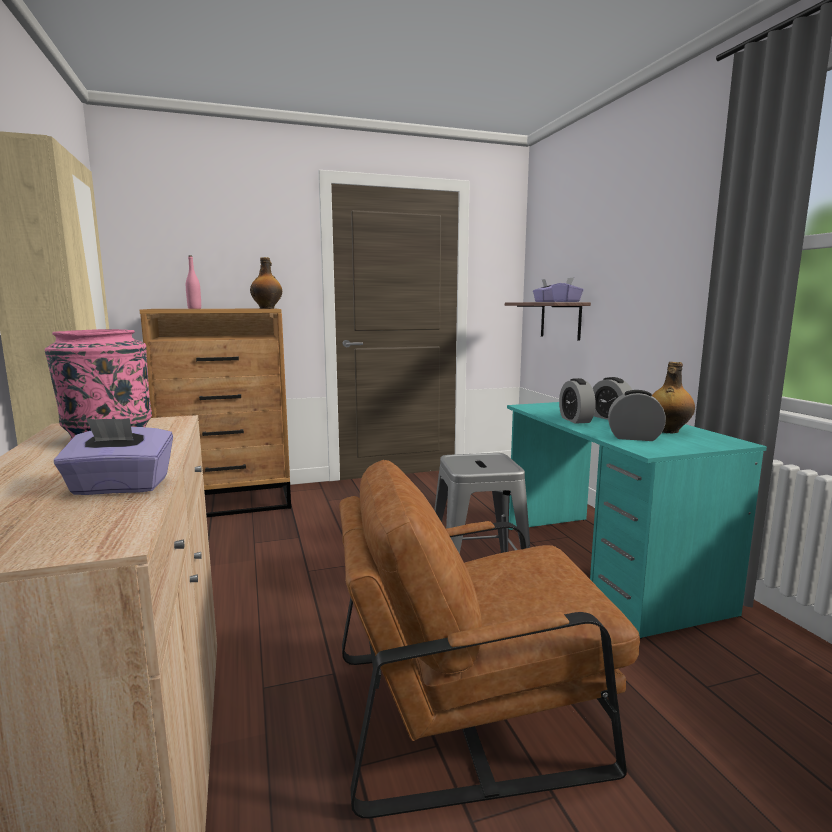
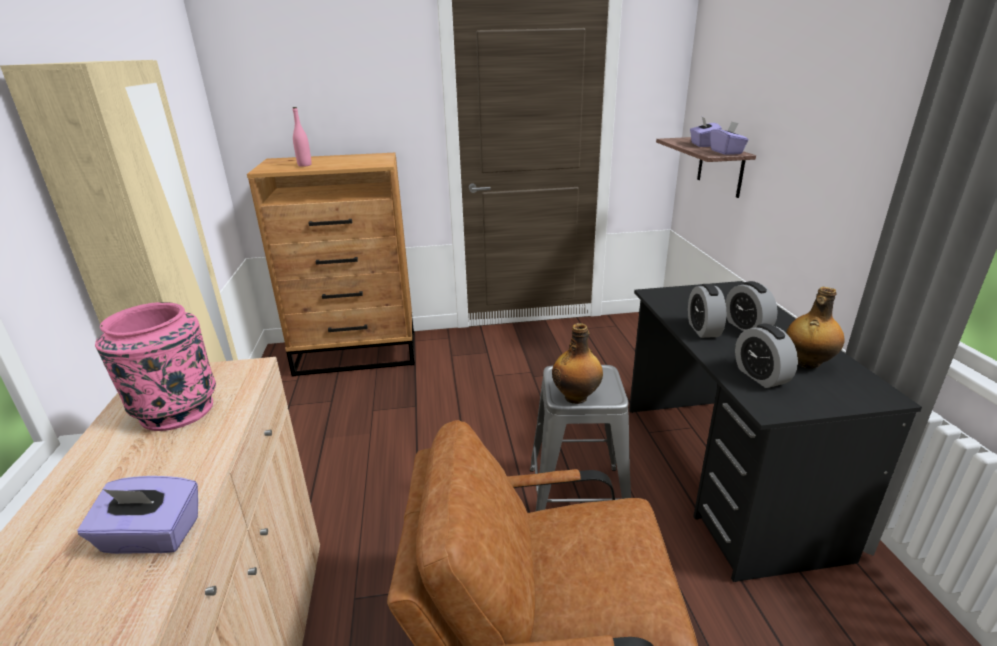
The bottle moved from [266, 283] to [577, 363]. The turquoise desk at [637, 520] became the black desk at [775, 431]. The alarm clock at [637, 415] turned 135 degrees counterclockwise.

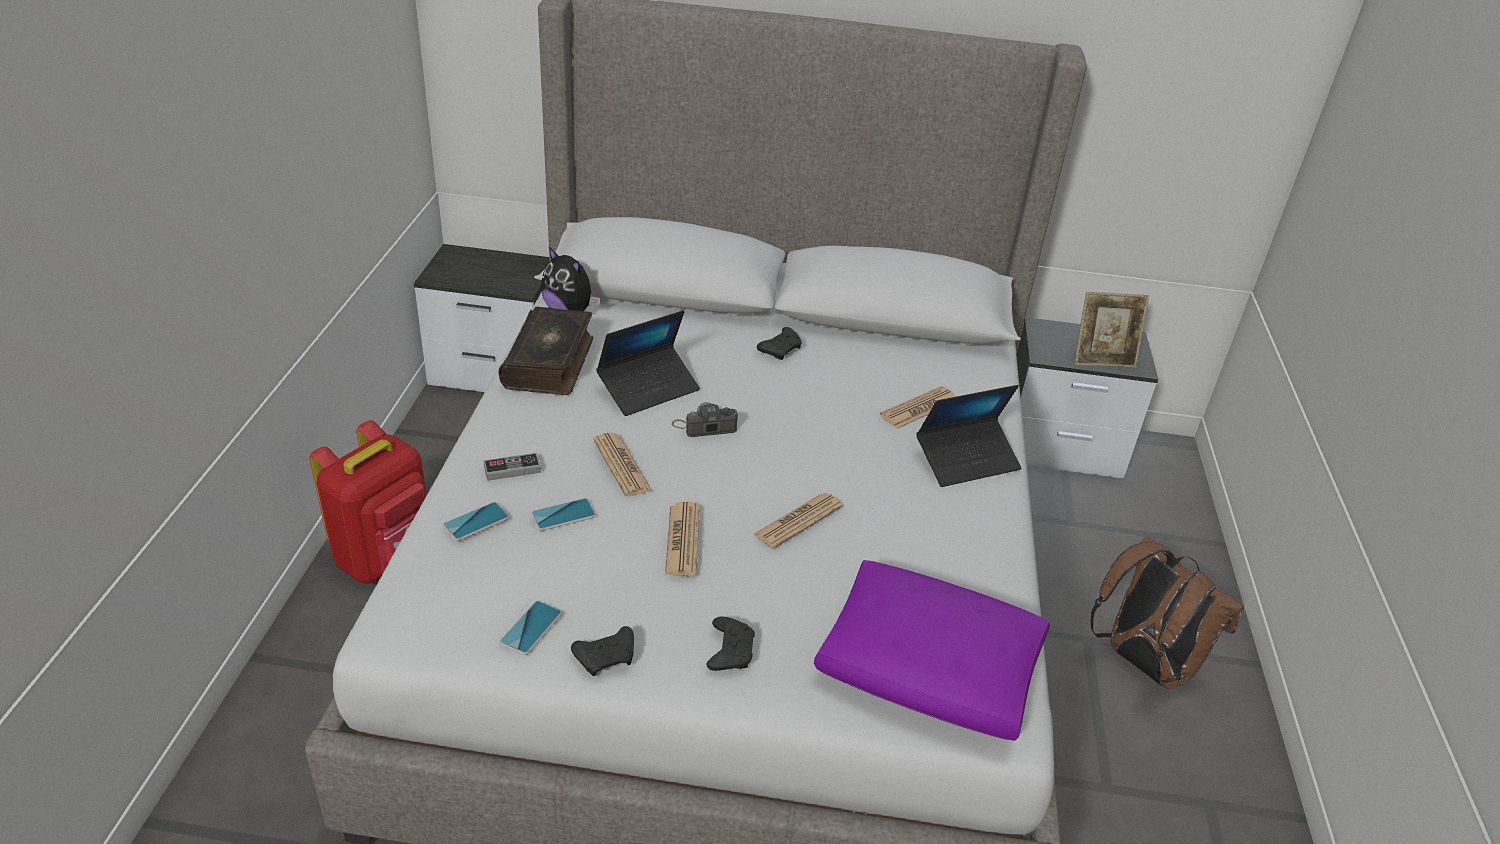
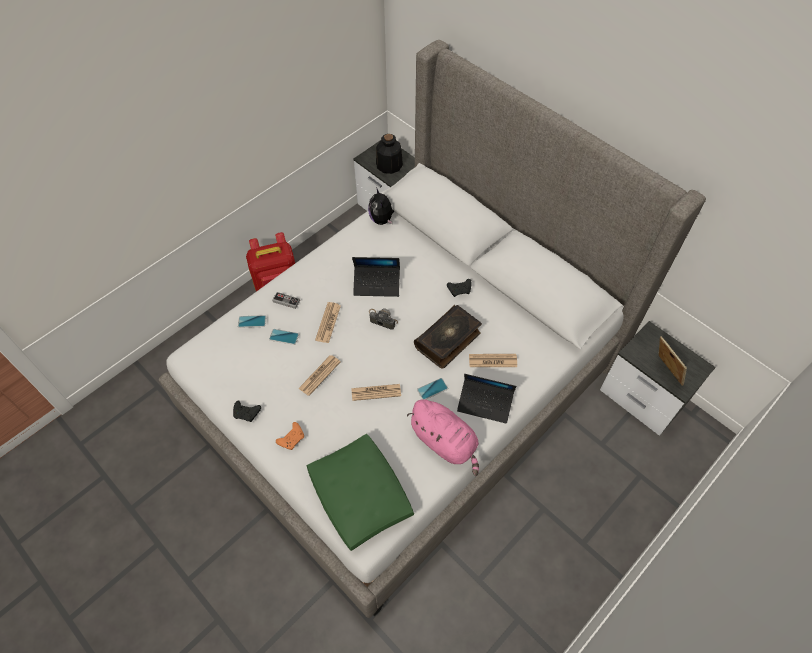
The brown backpack at [1167, 612] disappeared. The bottle at [389, 154] appeared. The pink plush toy at [443, 437] appeared. The book moved from [546, 351] to [448, 337]. The phone moved from [531, 628] to [432, 389]. The black game controller at [731, 644] became the orange game controller at [290, 436]. The purple pillow at [932, 650] became the green pillow at [360, 492]. The picture frame at [1111, 330] turned 150 degrees counterclockwise.

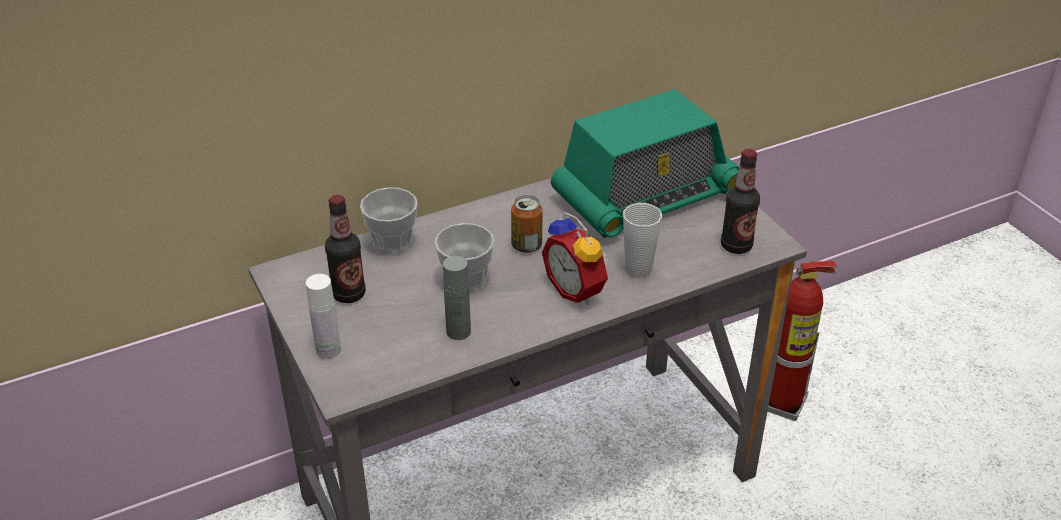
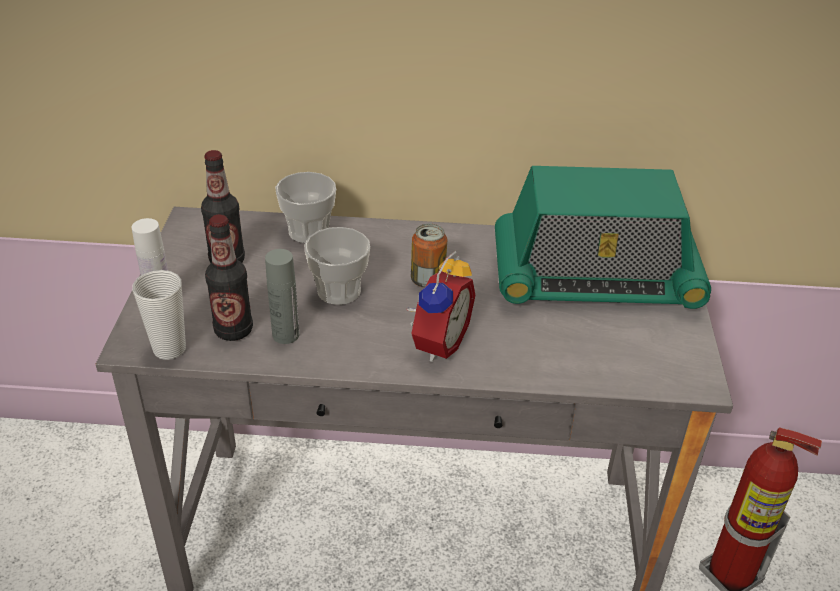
The cup moved from [642, 240] to [159, 315]. The bottle moved from [740, 201] to [229, 278]. The alarm clock at [575, 258] turned 150 degrees counterclockwise.

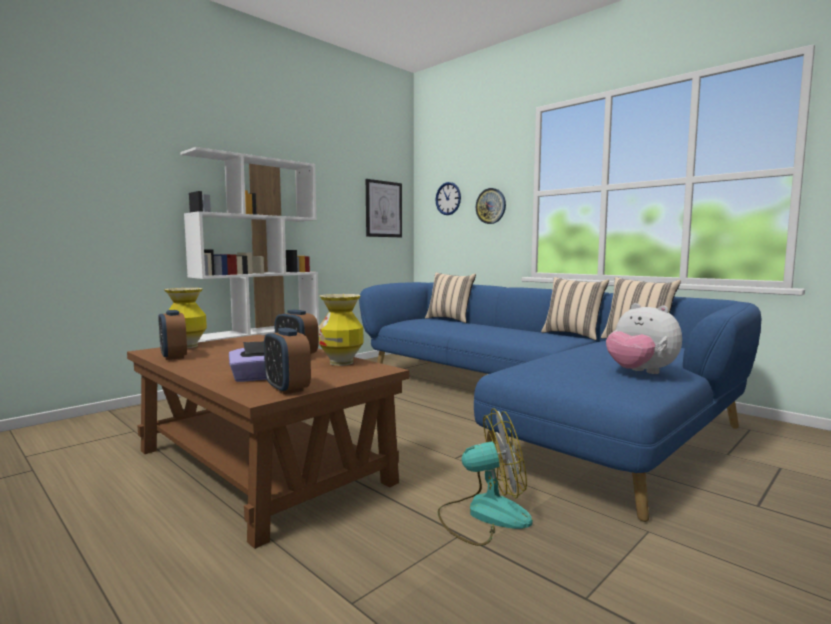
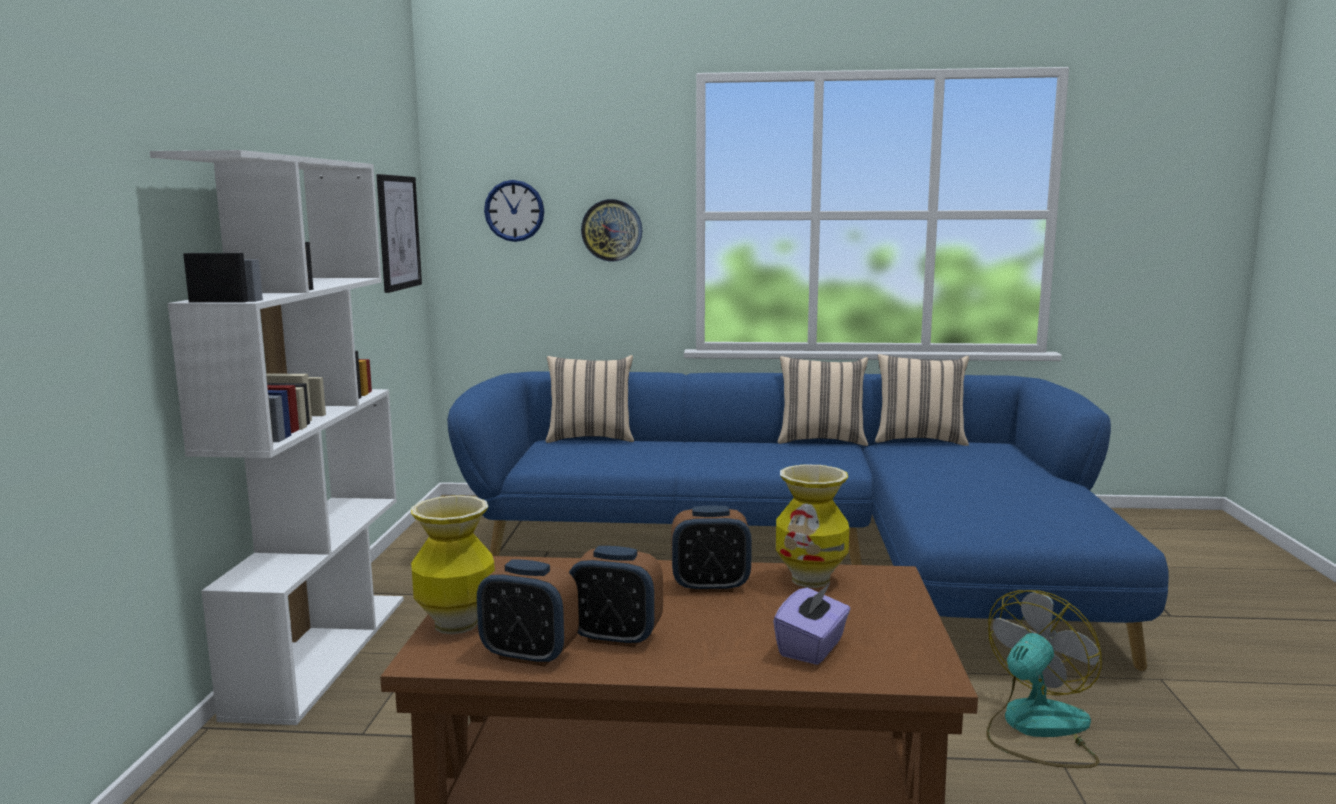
The plush toy at [644, 338] disappeared. The alarm clock moved from [287, 361] to [616, 596].

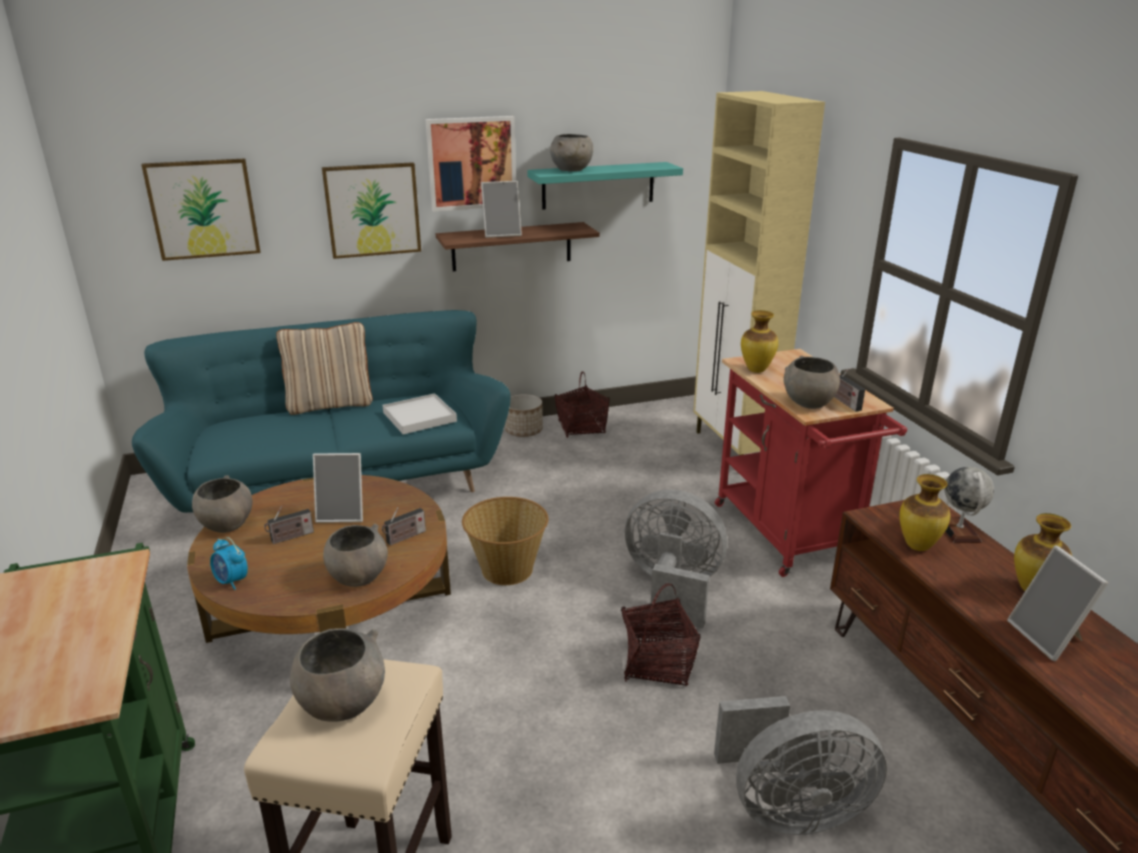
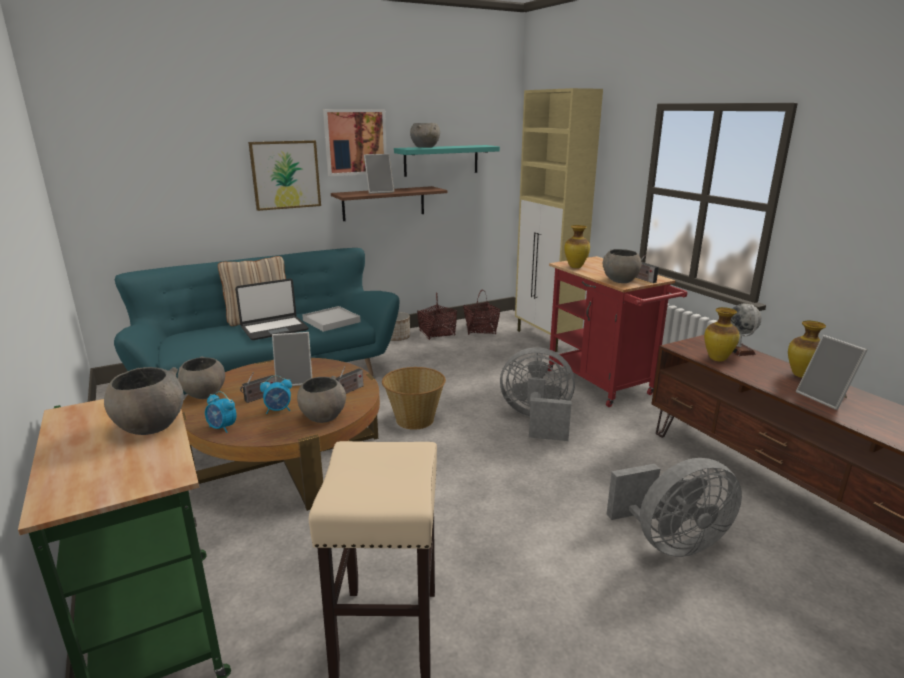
The picture at [201, 209] disappeared. The laptop at [272, 309] appeared. The alarm clock at [276, 394] appeared. The grey bowl moved from [337, 675] to [144, 401]. The basket moved from [661, 634] to [481, 312].

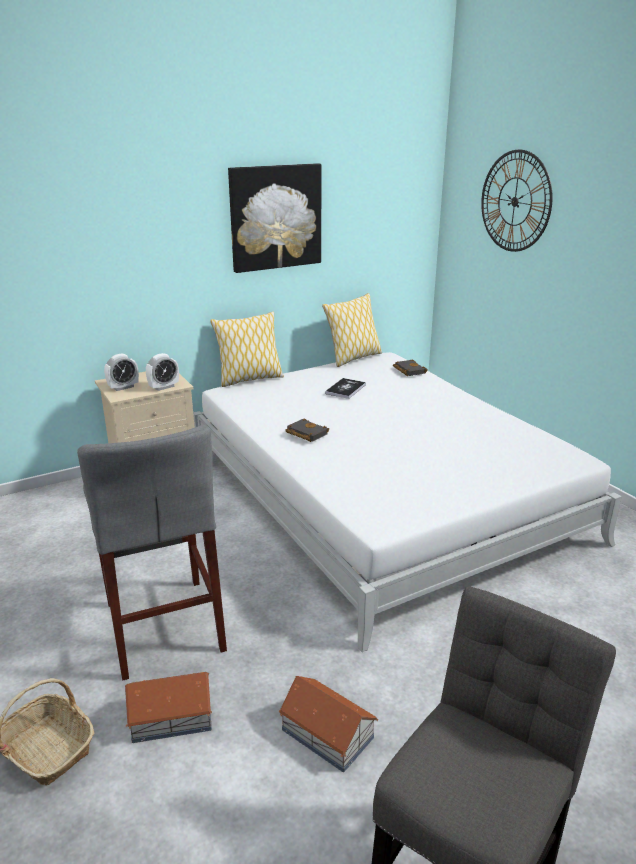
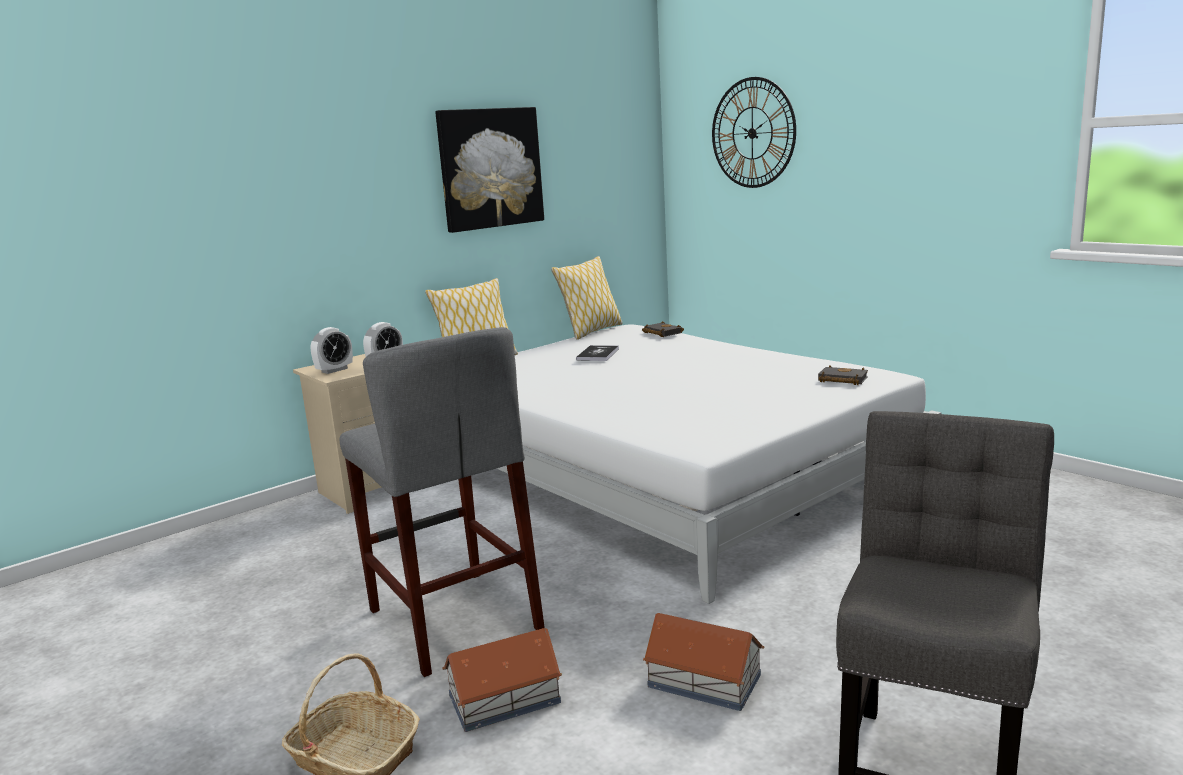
The black book moved from [307, 430] to [843, 375].

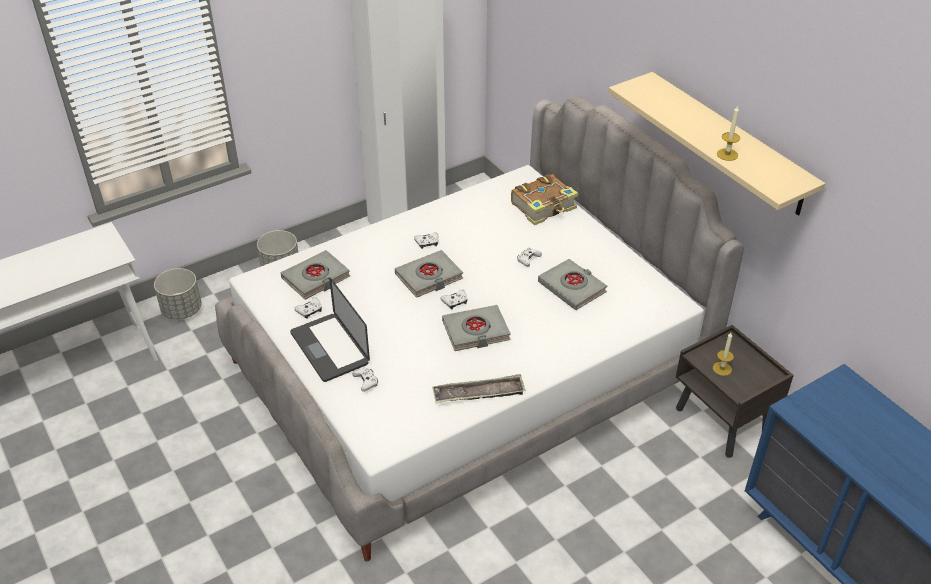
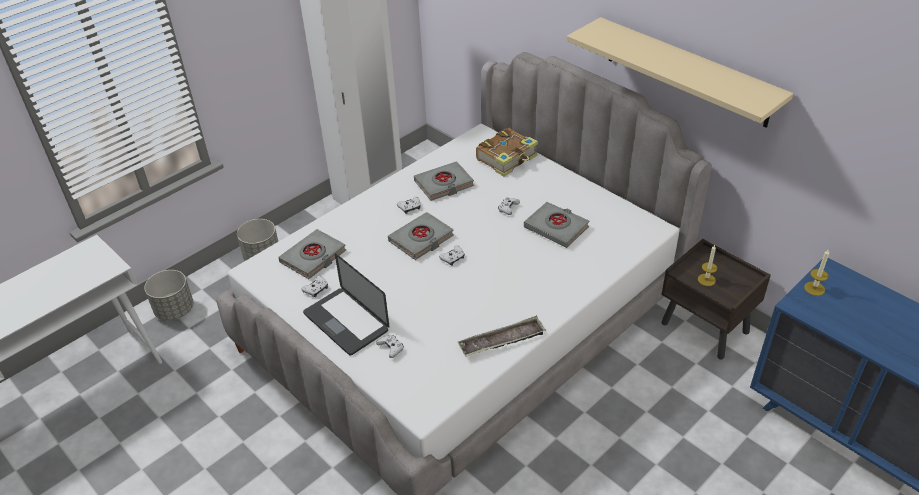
The grey book moved from [476, 328] to [444, 181]. The candle moved from [728, 133] to [816, 273].

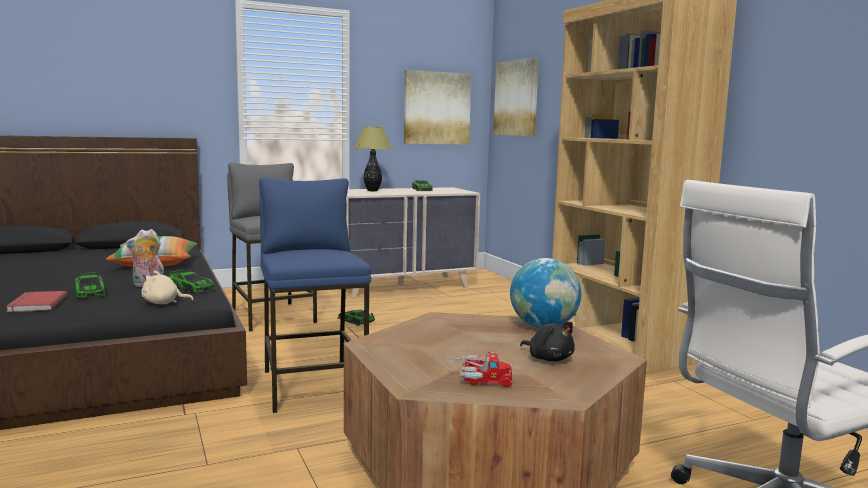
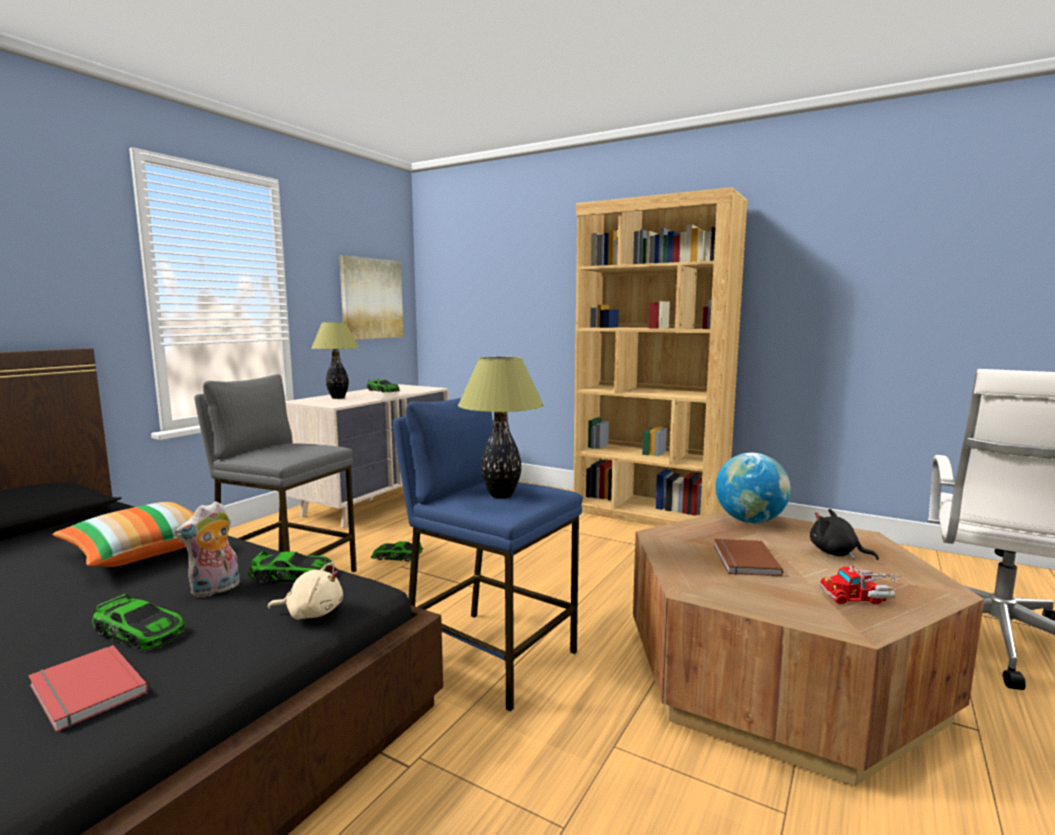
The picture at [516, 96] disappeared. The table lamp at [500, 427] appeared. The brown book at [748, 557] appeared. The beige plush toy at [168, 287] turned 135 degrees counterclockwise. The toy truck at [480, 369] turned 150 degrees counterclockwise. The black plush toy at [547, 341] turned 150 degrees counterclockwise.

